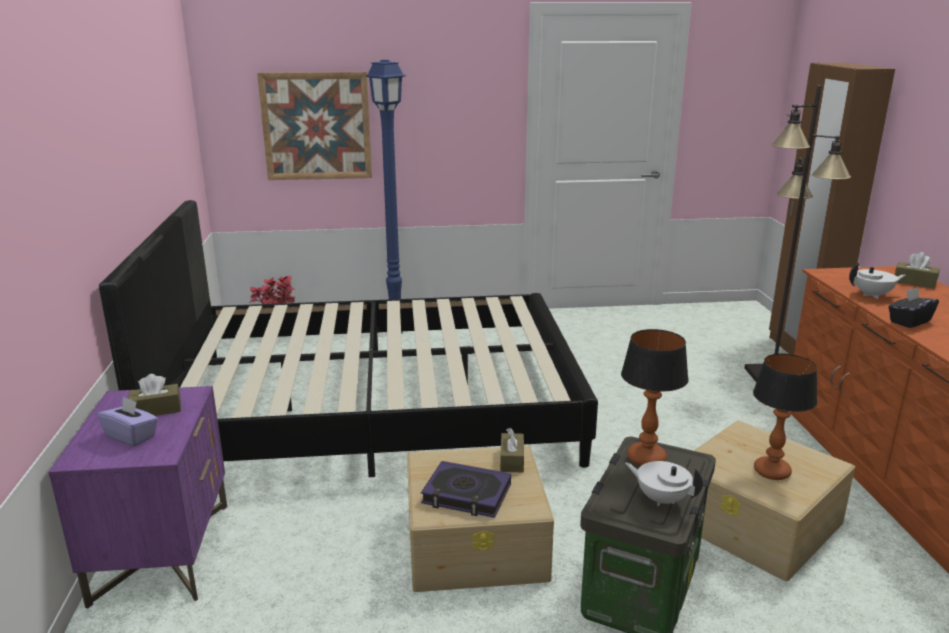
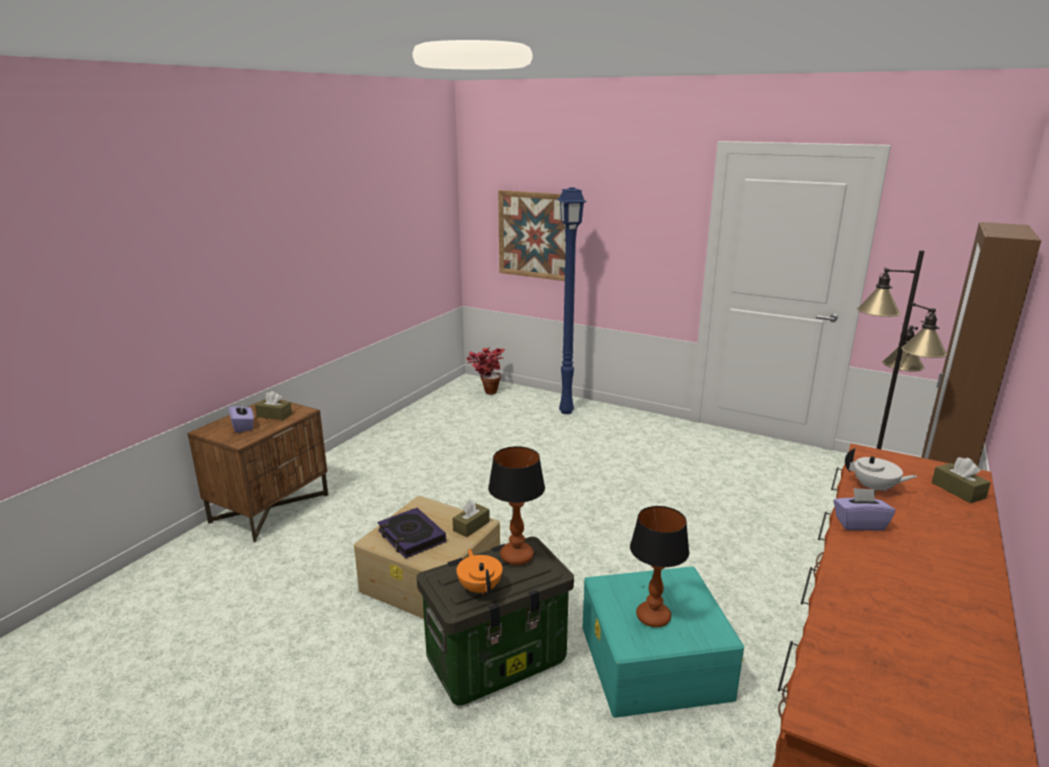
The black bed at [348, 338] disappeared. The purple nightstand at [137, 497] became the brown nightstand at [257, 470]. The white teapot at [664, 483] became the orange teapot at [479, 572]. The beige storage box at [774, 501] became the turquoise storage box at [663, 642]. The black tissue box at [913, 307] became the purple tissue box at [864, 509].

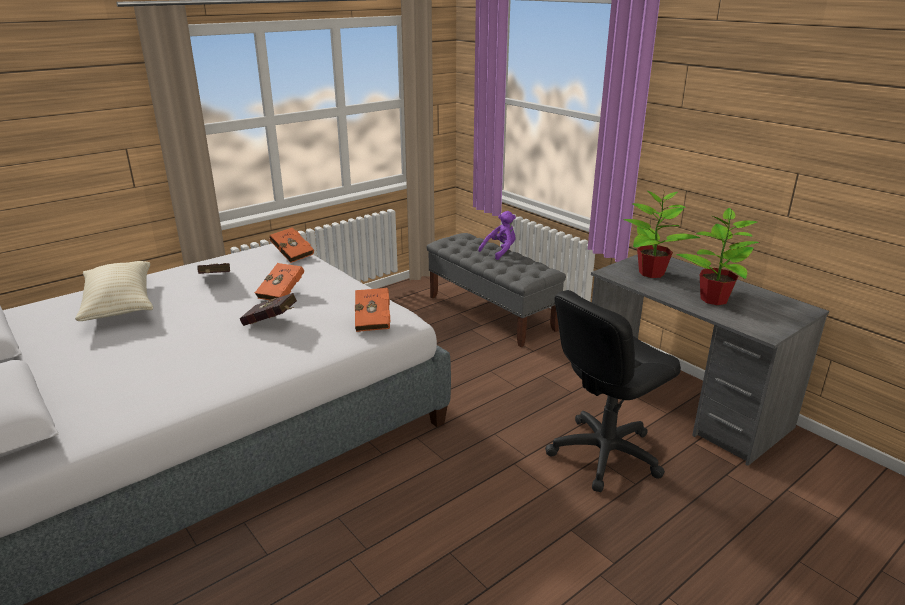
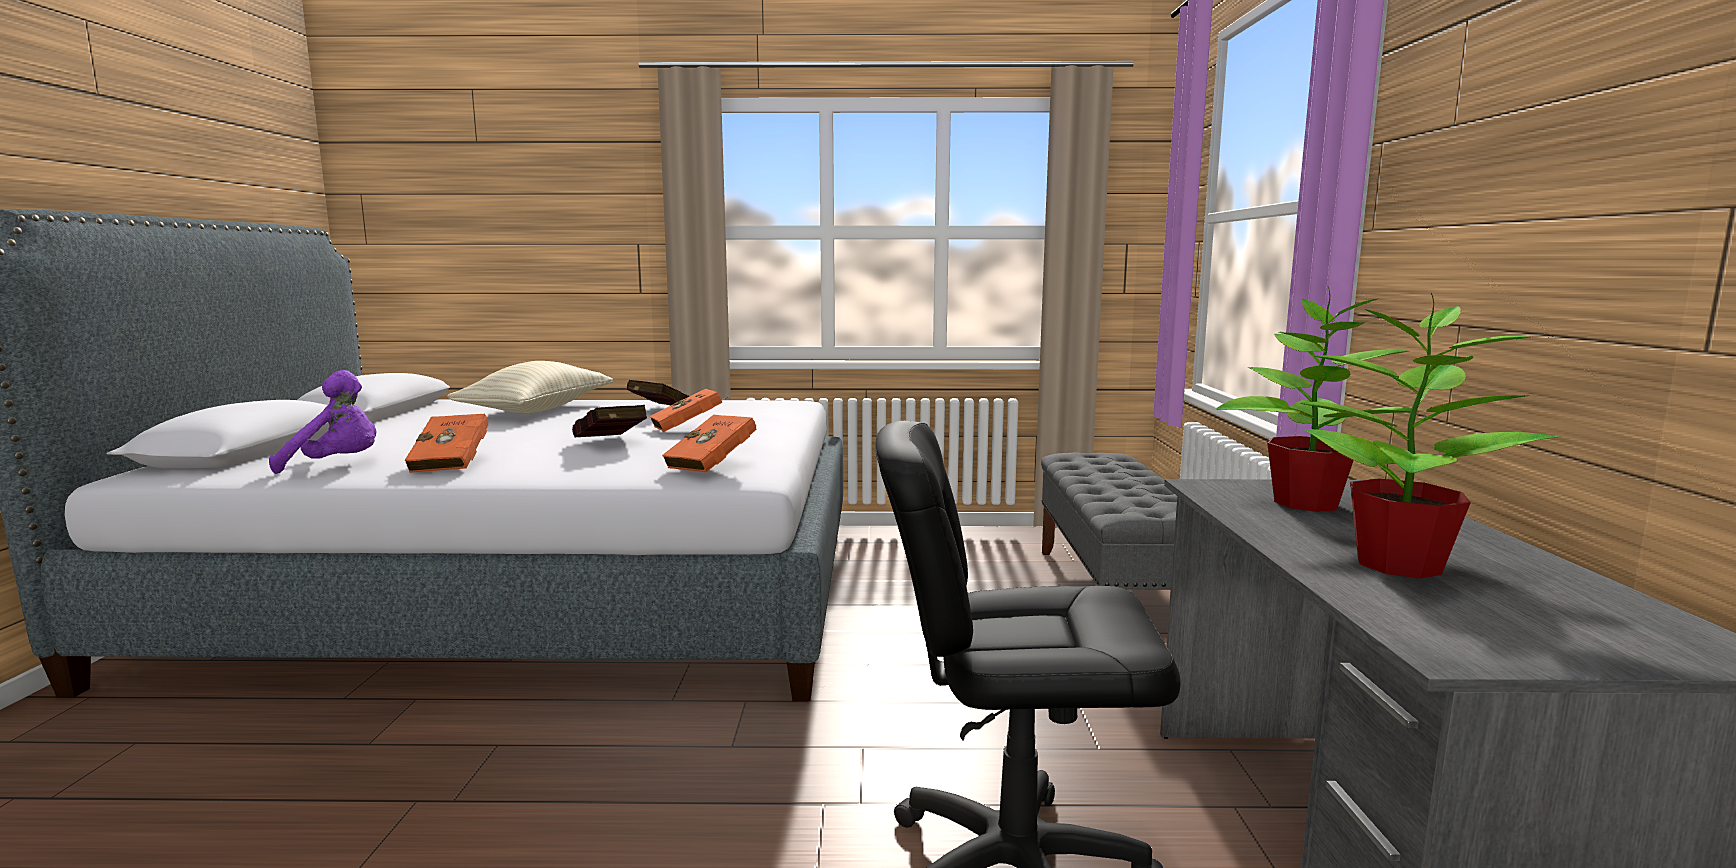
The orange book moved from [292, 245] to [447, 443]. The purple plush toy moved from [497, 235] to [322, 422].

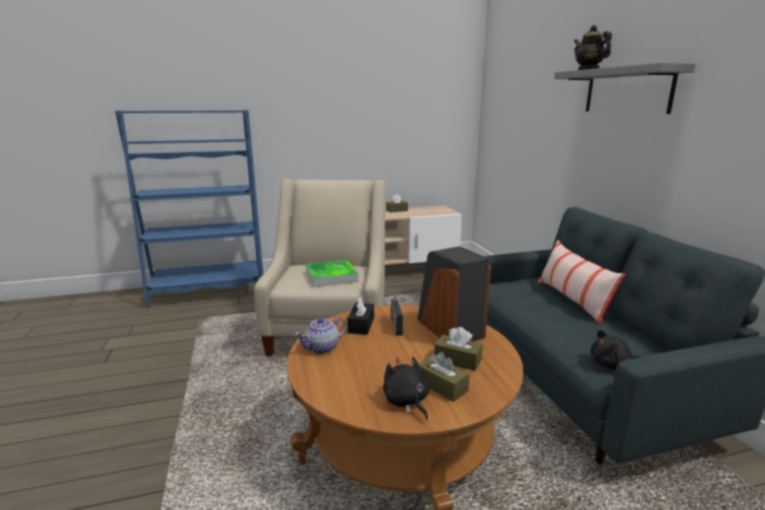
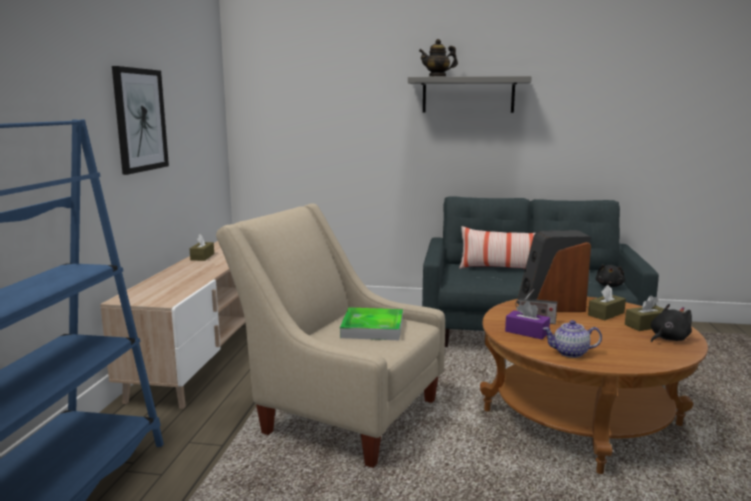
The picture at [140, 120] appeared. The black tissue box at [360, 315] became the purple tissue box at [527, 320]. The teapot at [320, 336] turned 105 degrees clockwise. The black plush toy at [406, 388] turned 150 degrees clockwise.

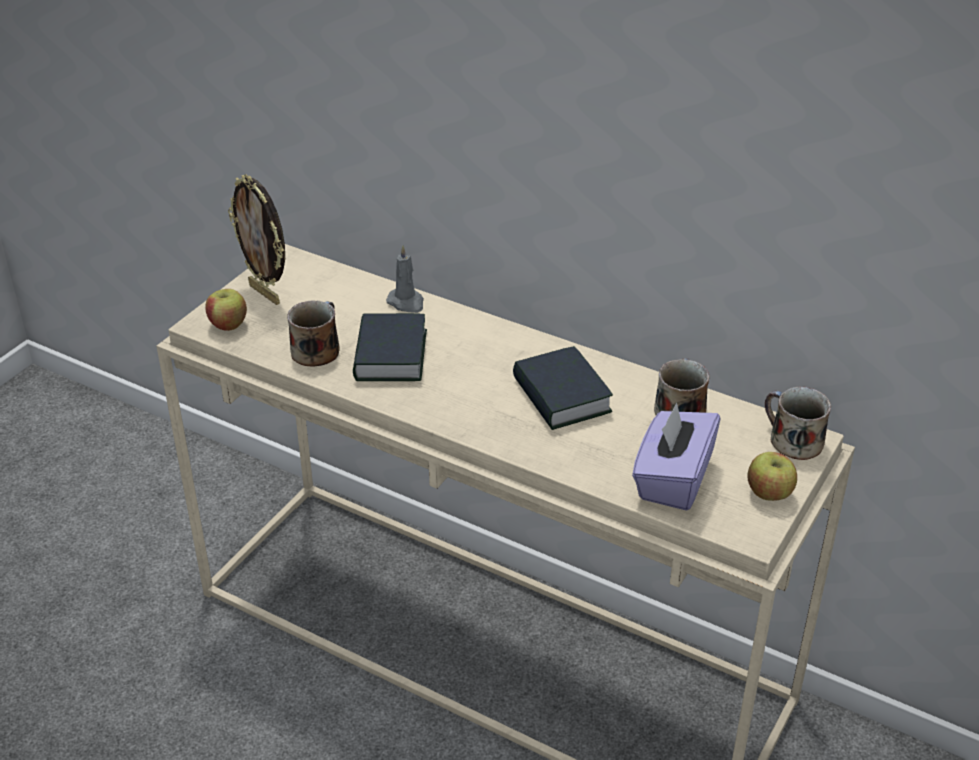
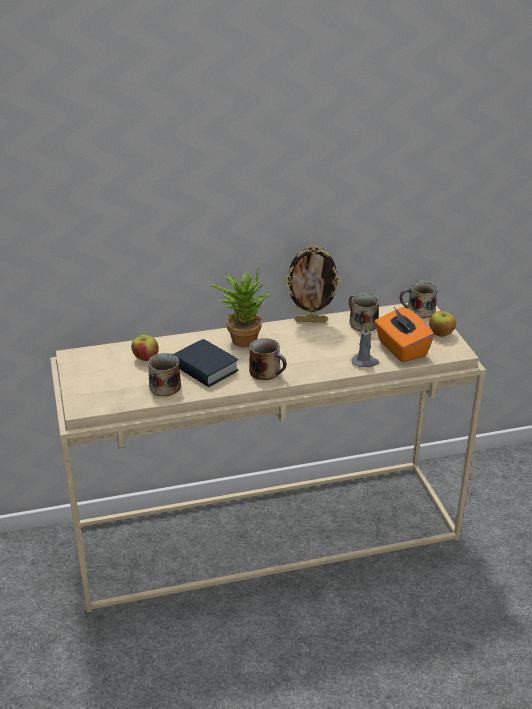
The book at [563, 388] disappeared. The potted plant at [240, 308] appeared. The mug at [268, 359] appeared. The apple moved from [226, 310] to [145, 348]. The picture frame moved from [256, 239] to [312, 283]. The grey candle moved from [405, 279] to [365, 345]. The purple tissue box at [676, 456] became the orange tissue box at [404, 334].

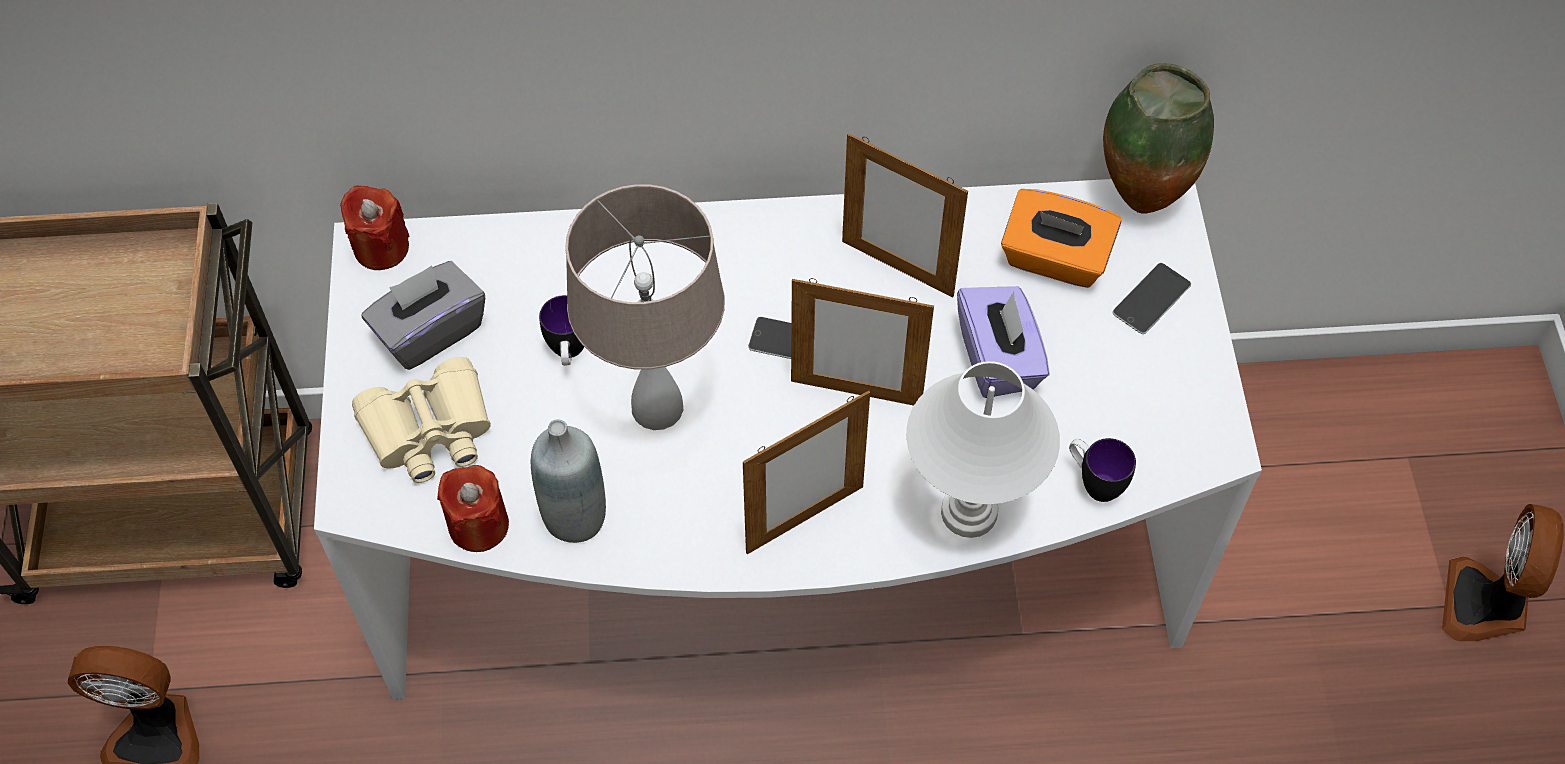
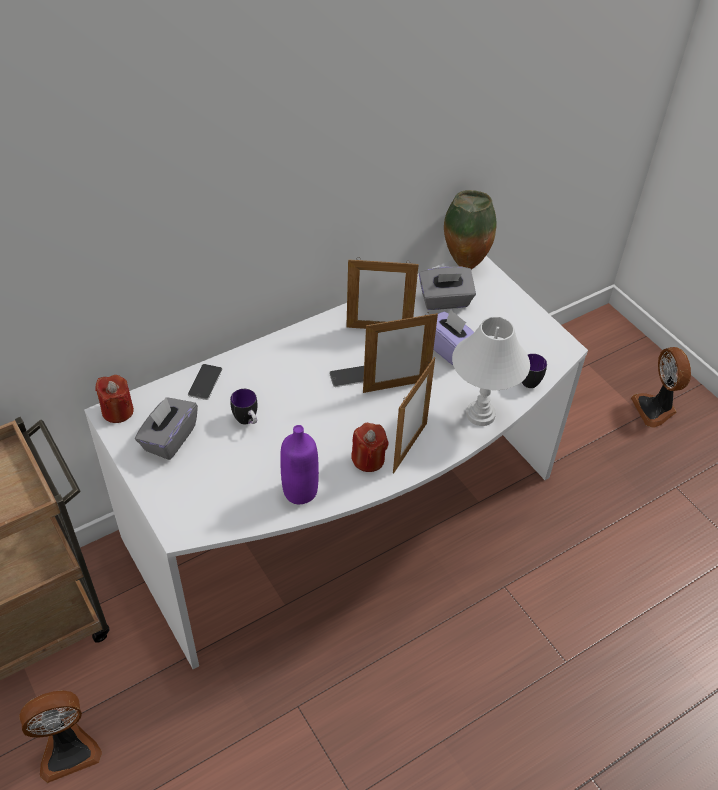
The beige binoculars at [421, 420] disappeared. The beige table lamp at [645, 307] disappeared. The red candle moved from [473, 508] to [370, 447]. The phone moved from [1151, 298] to [205, 382]. The grey bottle at [568, 481] became the purple bottle at [299, 464]. The orange tissue box at [1061, 238] became the grey tissue box at [447, 288].

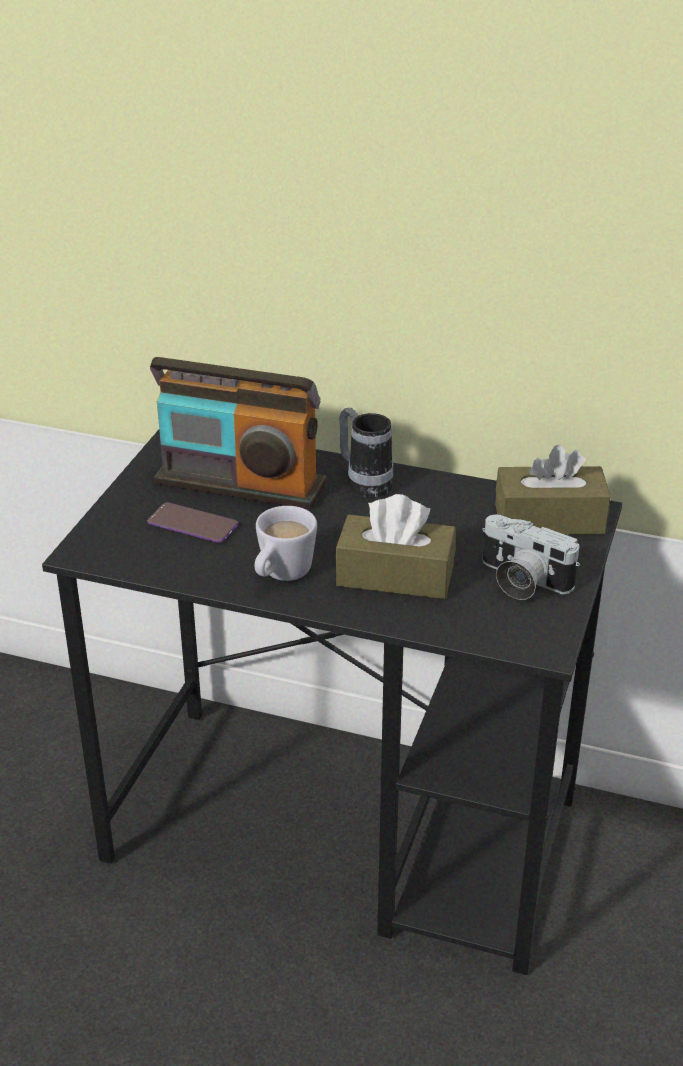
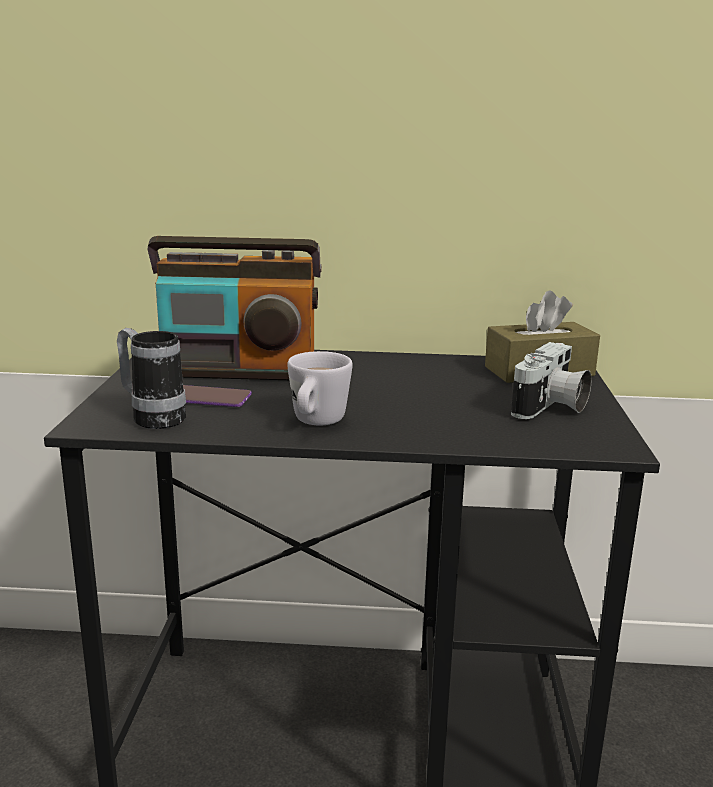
The brown tissue box at [396, 546] disappeared. The mug moved from [366, 453] to [151, 378]. The photo camera at [531, 557] turned 75 degrees counterclockwise.

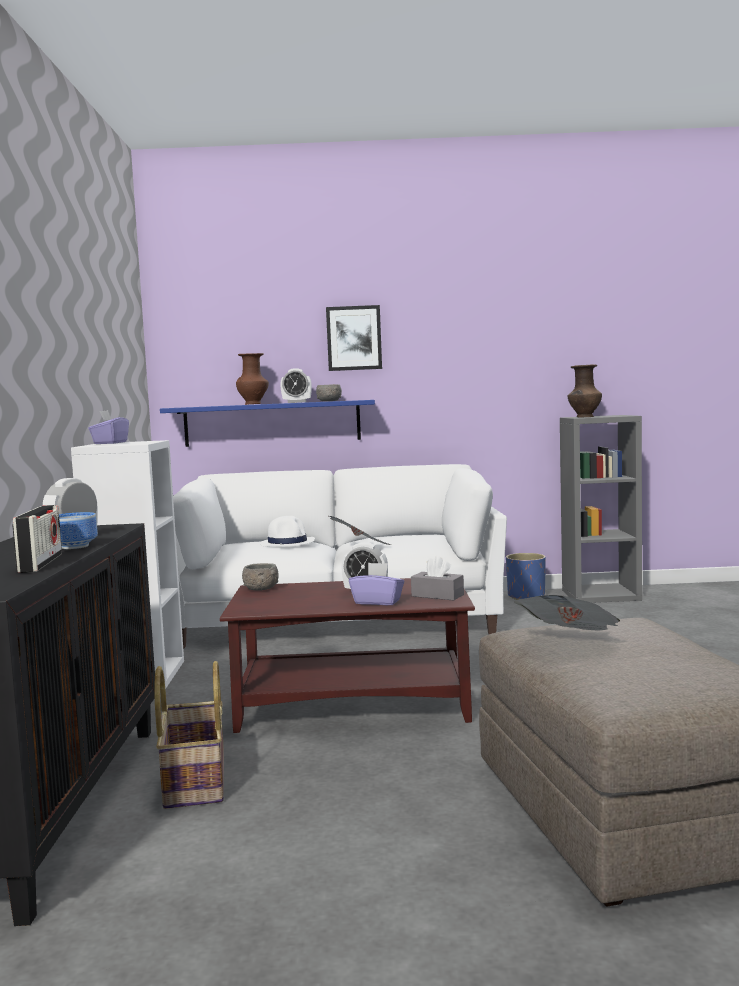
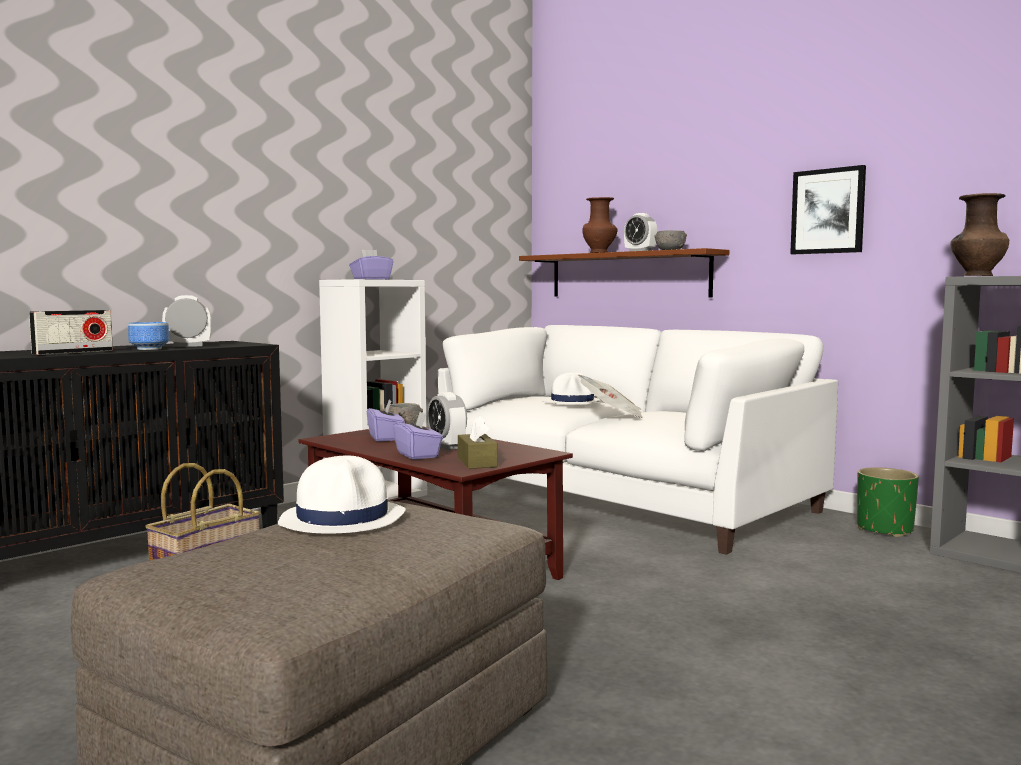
The purple tissue box at [386, 420] appeared. The picture moved from [354, 338] to [828, 209]. The newspaper at [567, 613] was replaced by the white hat at [342, 494]. The blue shelf at [267, 423] became the brown shelf at [624, 273]. The grey tissue box at [437, 578] became the brown tissue box at [478, 442]. The blue planter at [526, 576] became the green planter at [888, 502].

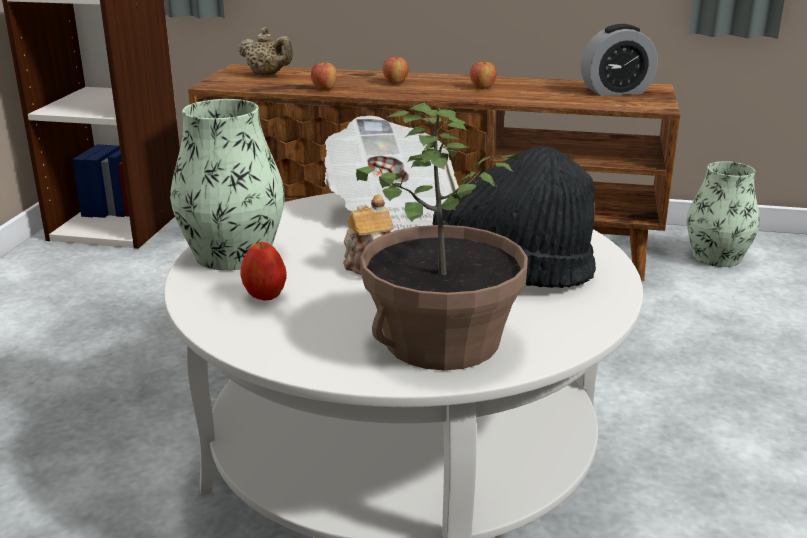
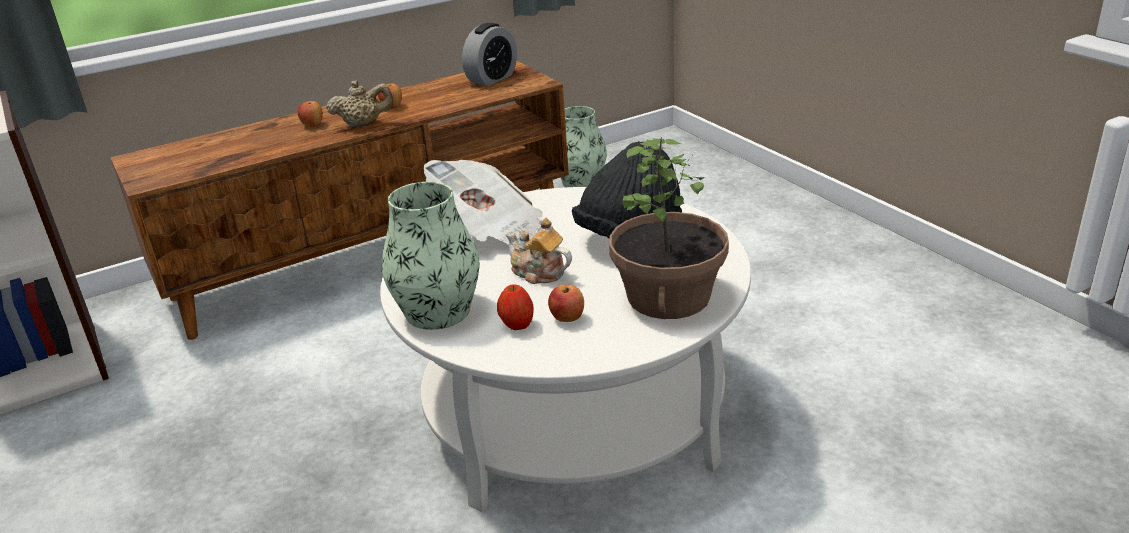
The beige teapot moved from [266, 51] to [359, 104]. The apple moved from [324, 76] to [566, 303].

